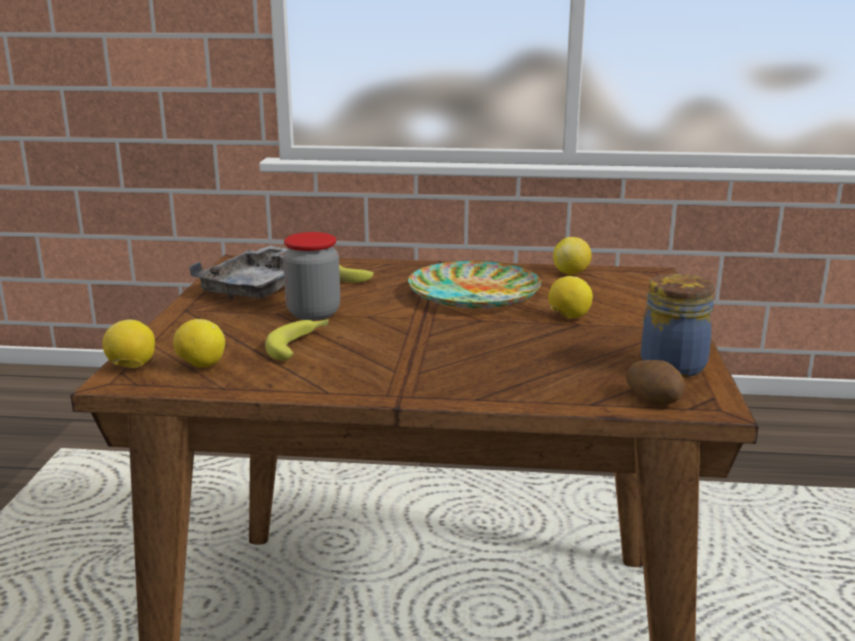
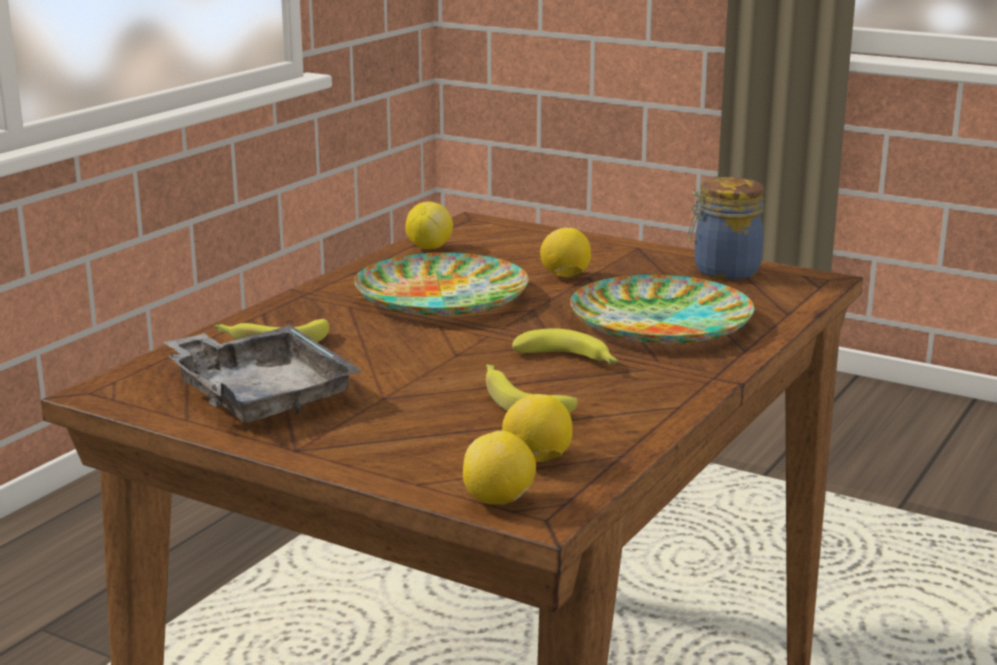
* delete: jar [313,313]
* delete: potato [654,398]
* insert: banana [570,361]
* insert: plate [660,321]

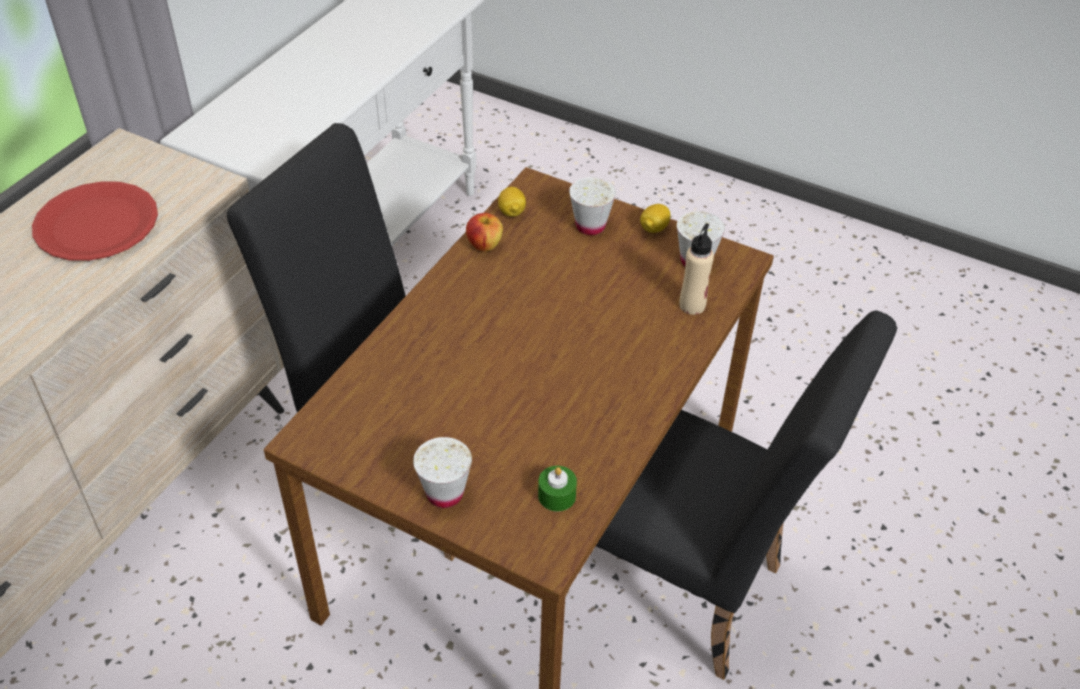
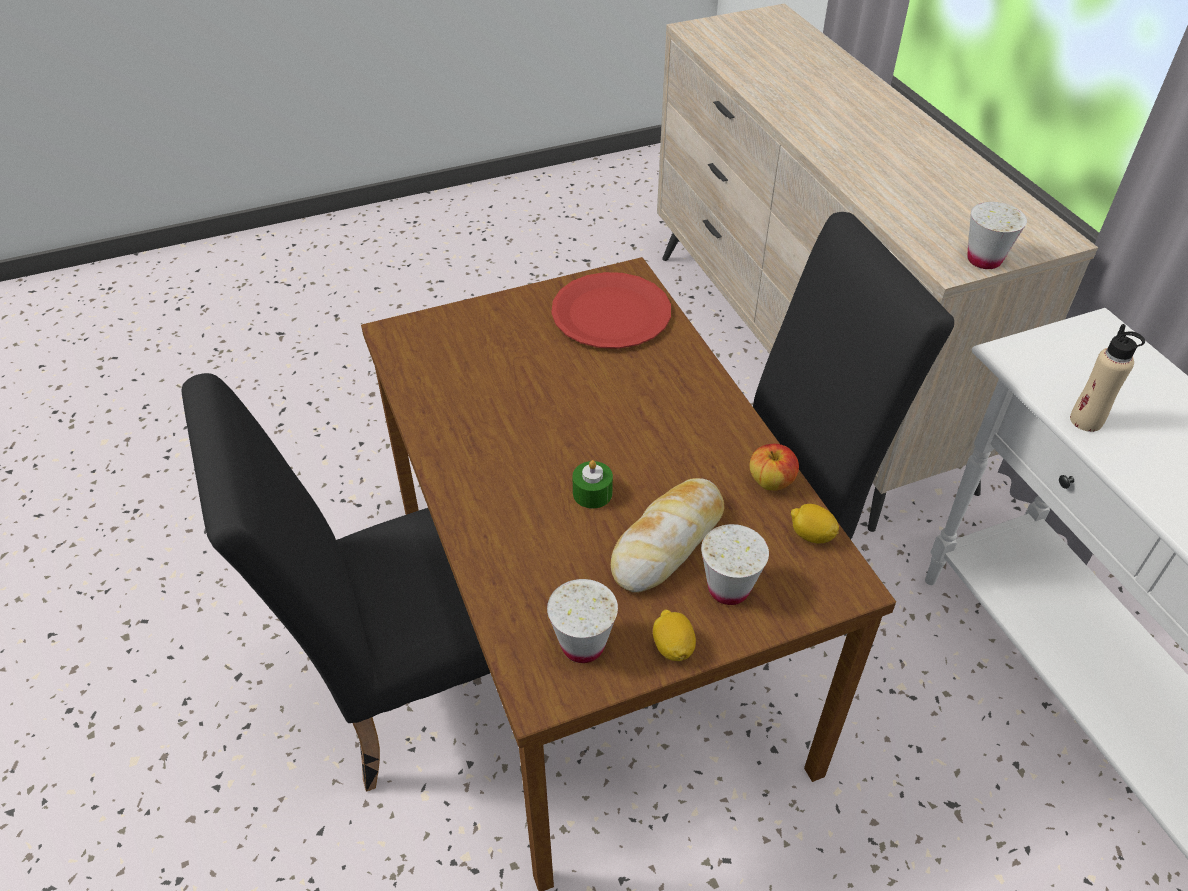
* move: plate (red) [96,224] to [611,313]
* move: cup (white) [445,494] to [984,260]
* move: candle (green) [557,496] to [592,493]
* move: bottle (beige) [692,305] to [1086,420]
* insert: bread [668,542]

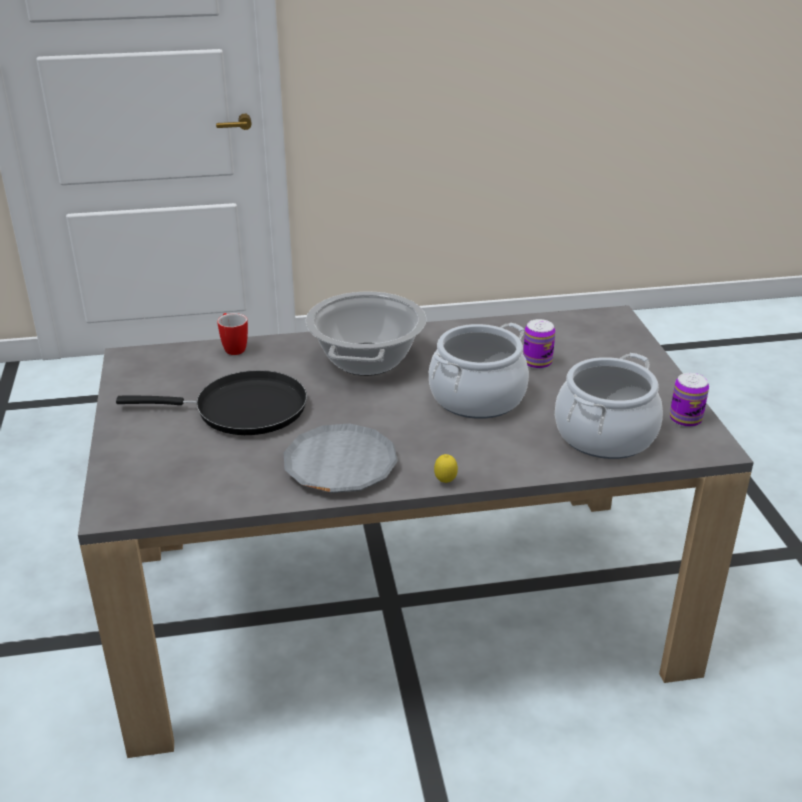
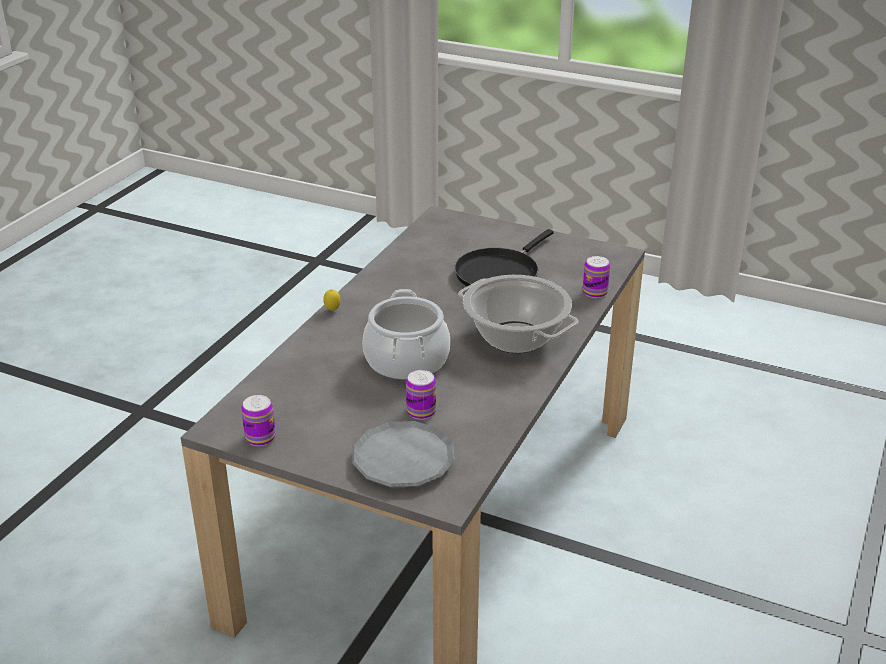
* replace: mug [233,347] to can [595,292]
* move: plate (grey) [340,465] to [403,460]
* delete: cooking pot [604,435]

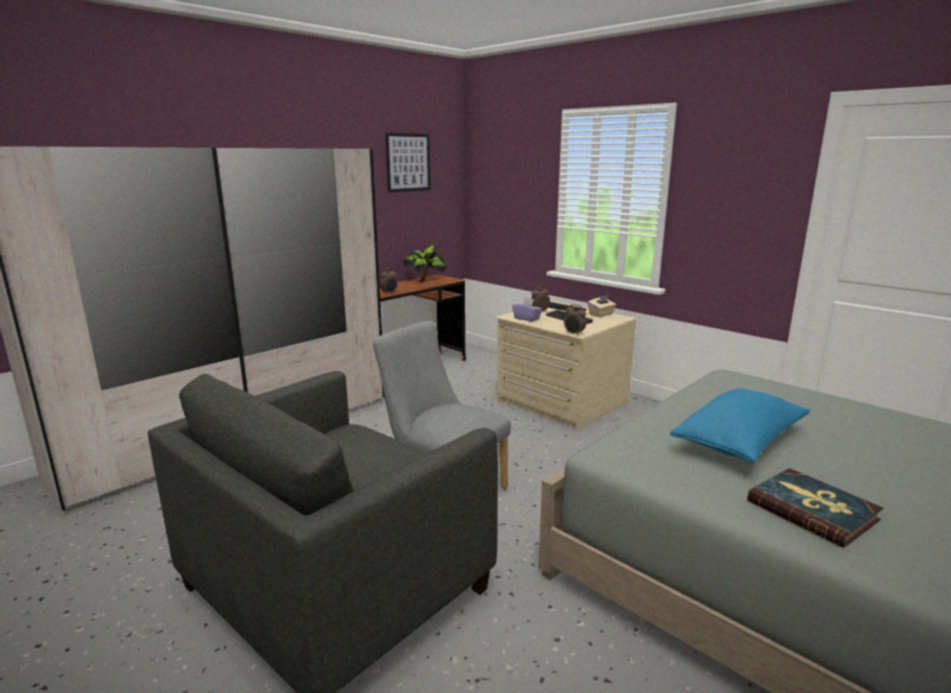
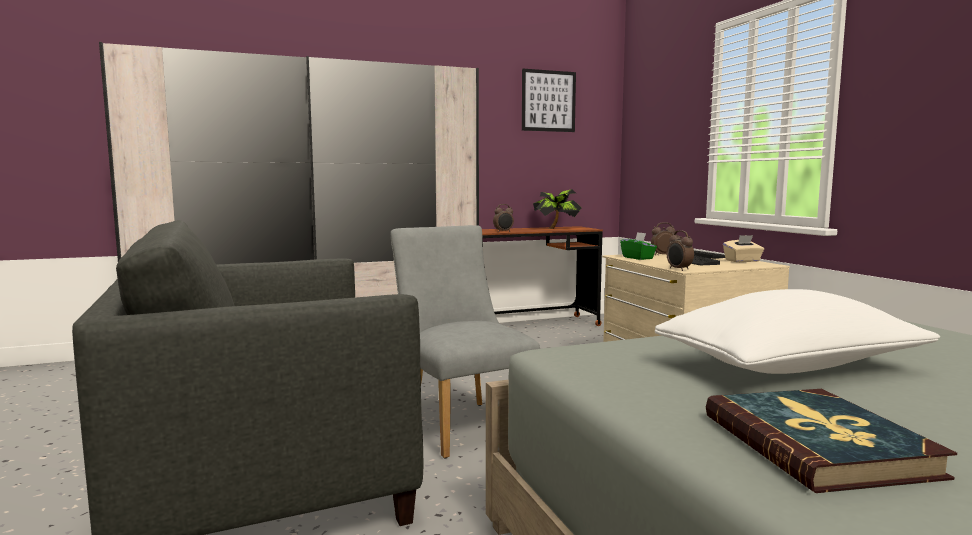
* recolor: tissue box (purple) [527,318] to tissue box (green) [638,258]
* recolor: pillow (blue) [739,442] to pillow (white) [790,368]

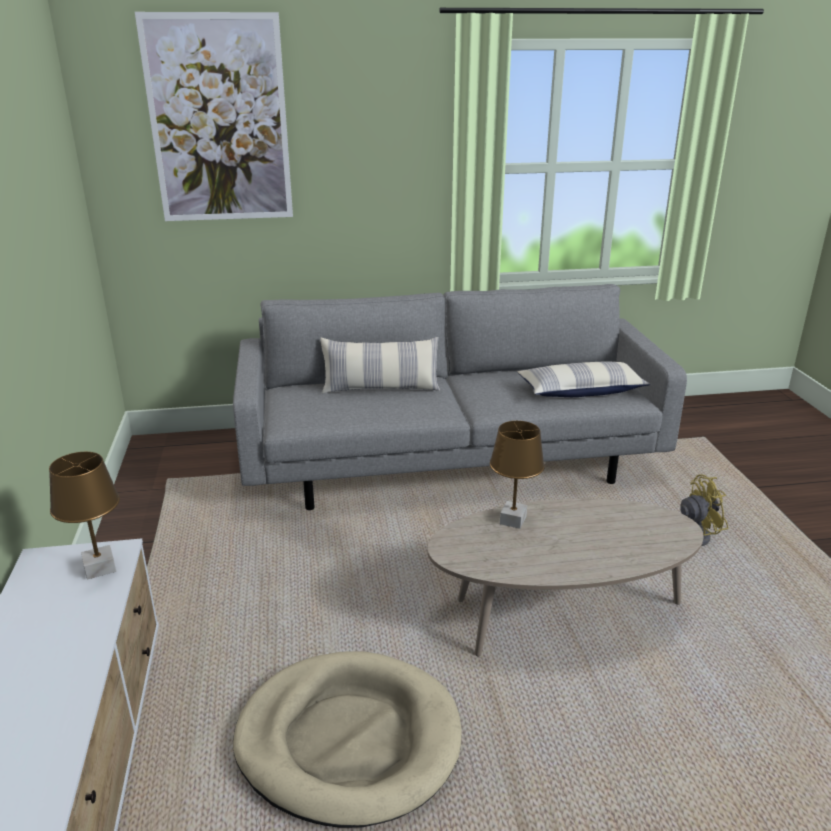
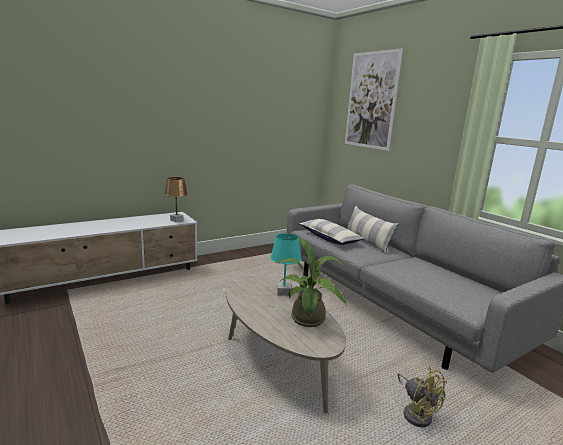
* delete: dog bed (beige) [349,740]
* recolor: table lamp (brown) [512,520] to table lamp (turquoise) [284,292]
* move: pillow [581,391] to [329,238]
* insert: potted plant [308,322]

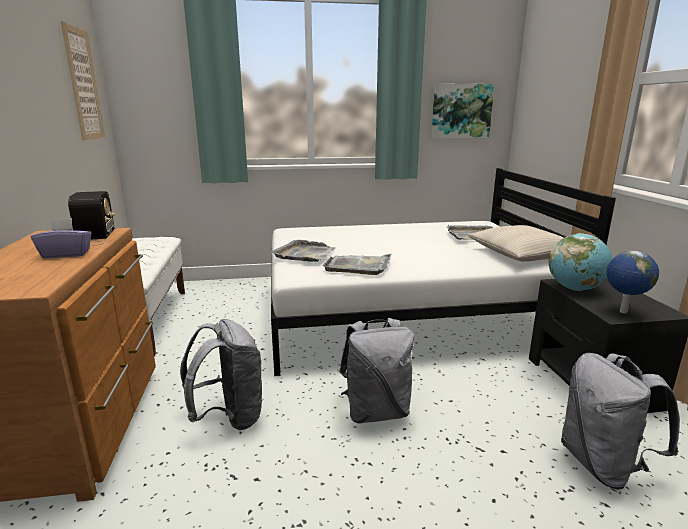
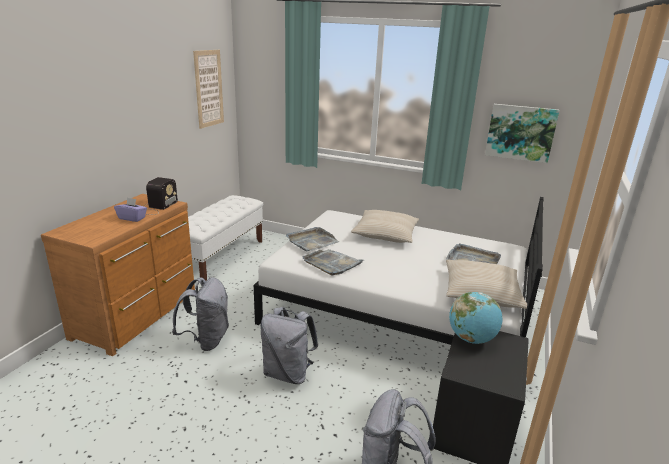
* delete: globe [622,312]
* insert: pillow (beige) [385,233]

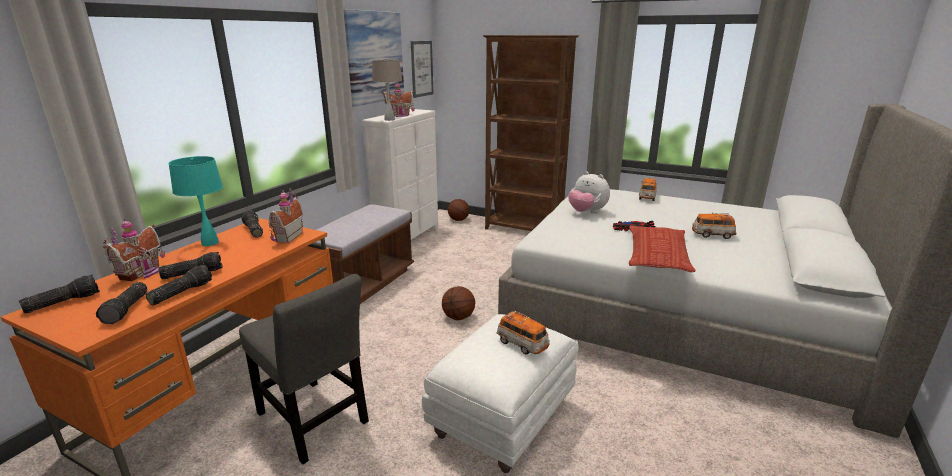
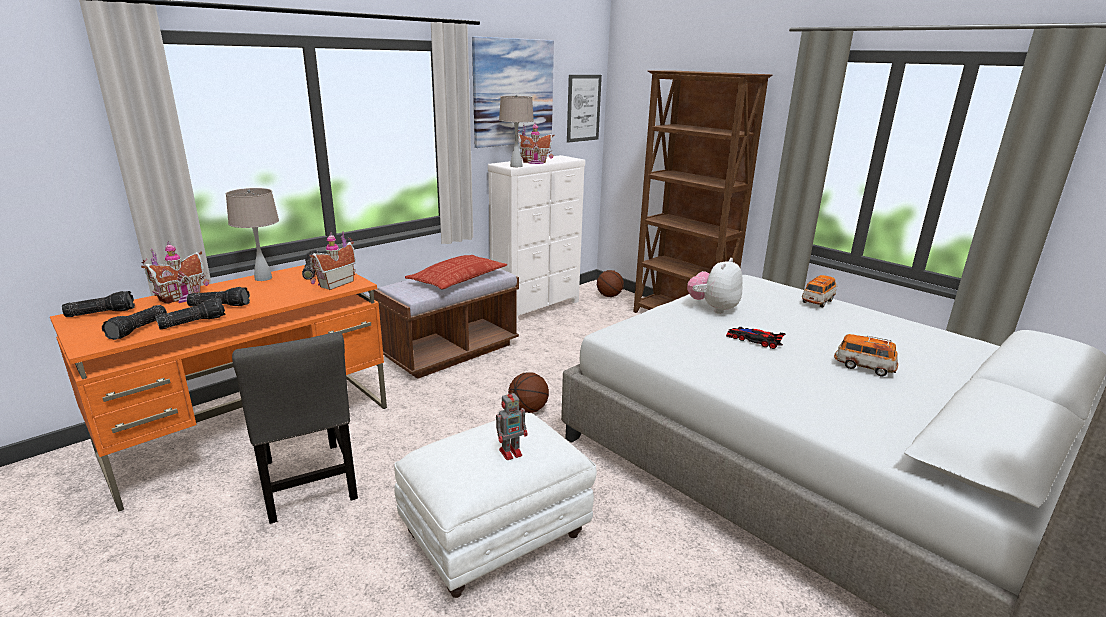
* recolor: table lamp (turquoise) [209,243] to table lamp (beige) [263,278]
* replace: toy car [522,344] to toy robot [511,452]
* rotate: plush toy [586,212] = [713,308] 60 degrees clockwise
* move: pillow [657,255] to [458,278]

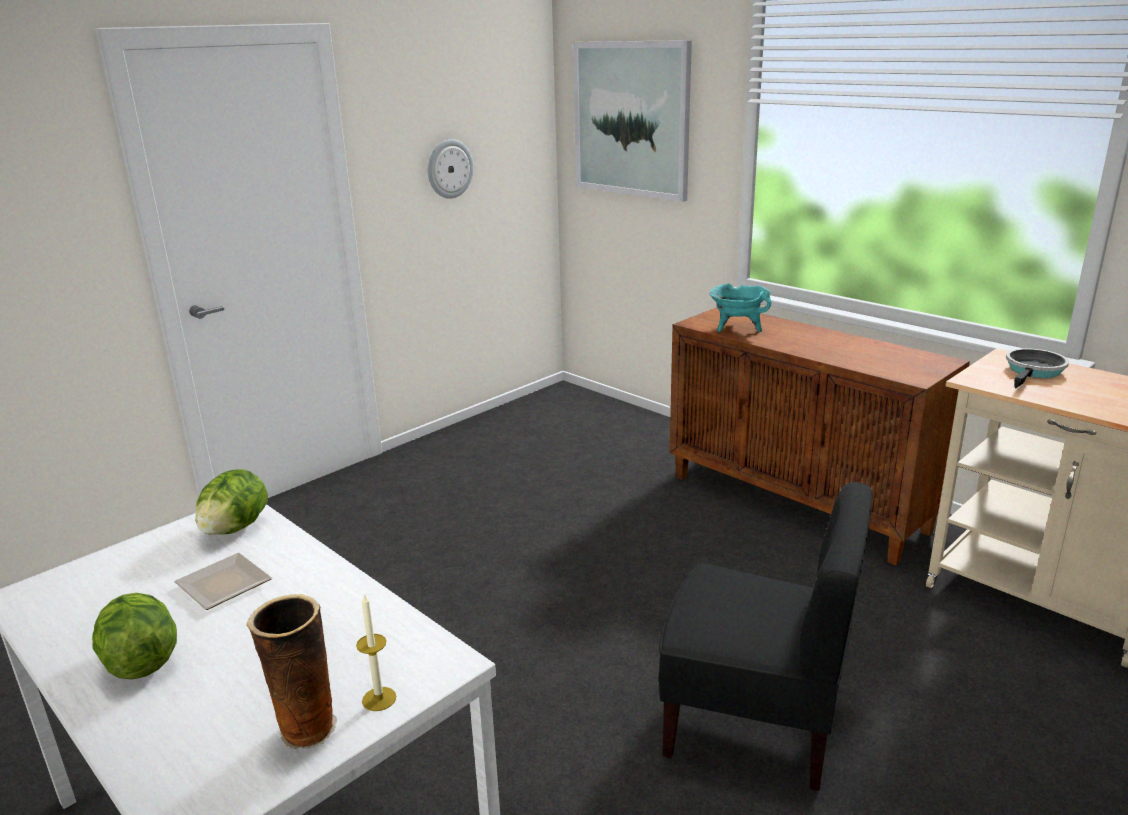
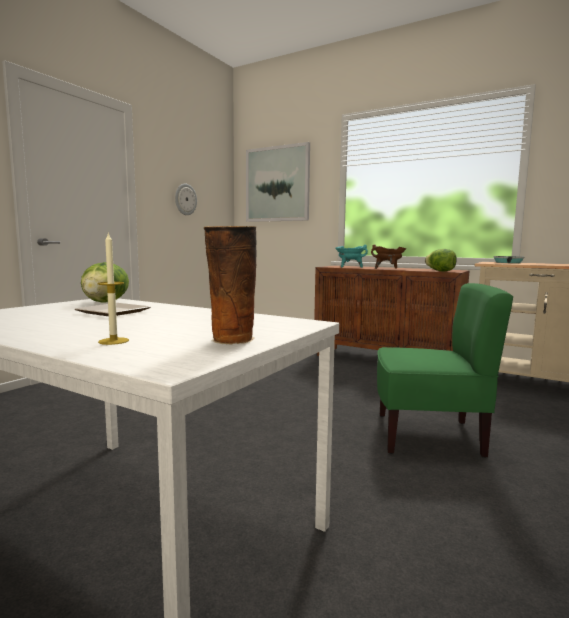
* move: lettuce [141,662] to [440,271]
* move: candle [379,699] to [113,341]
* recolor: chair (black) [753,724] to chair (green) [428,436]
* insert: cooking pot (brown) [388,269]

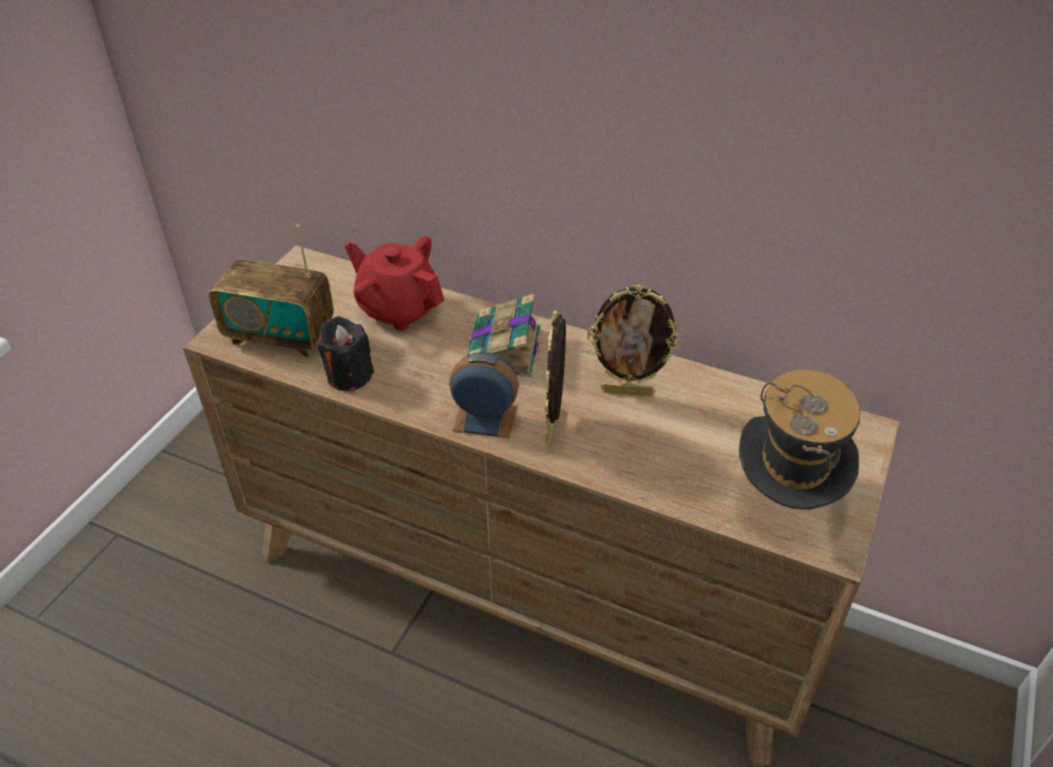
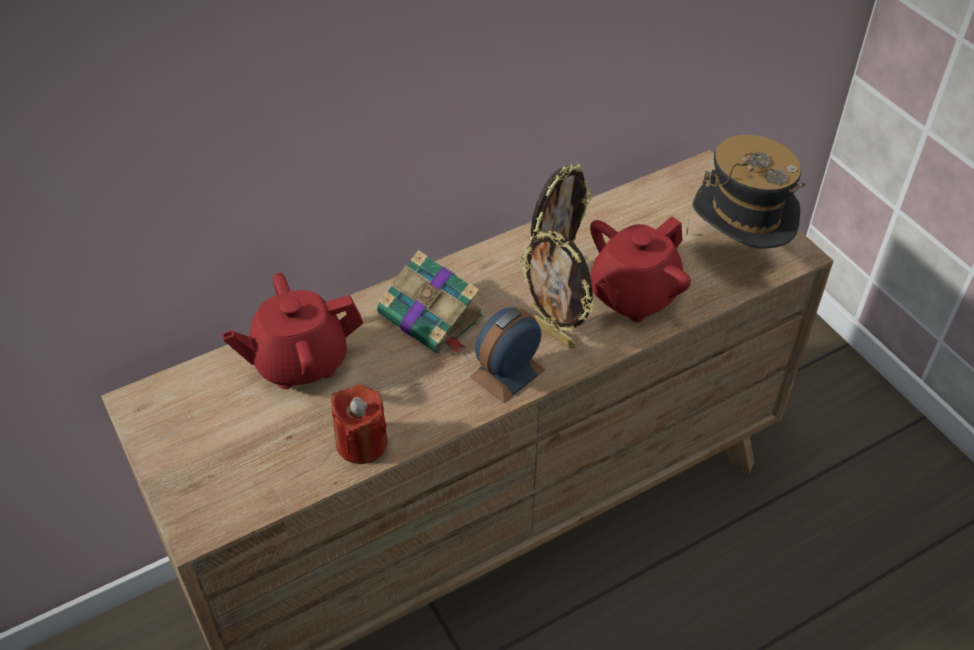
* delete: radio [280,335]
* recolor: candle (black) [349,375] to candle (red) [361,443]
* insert: teapot (red) [632,295]

